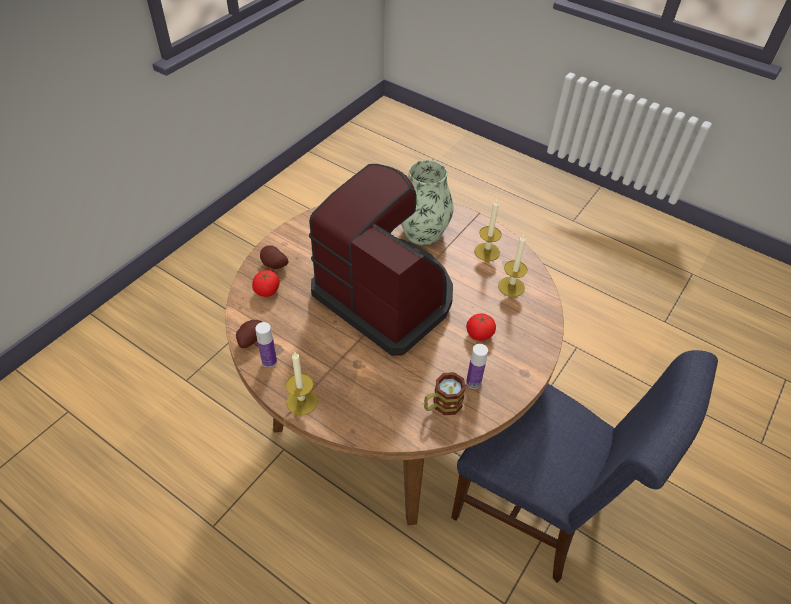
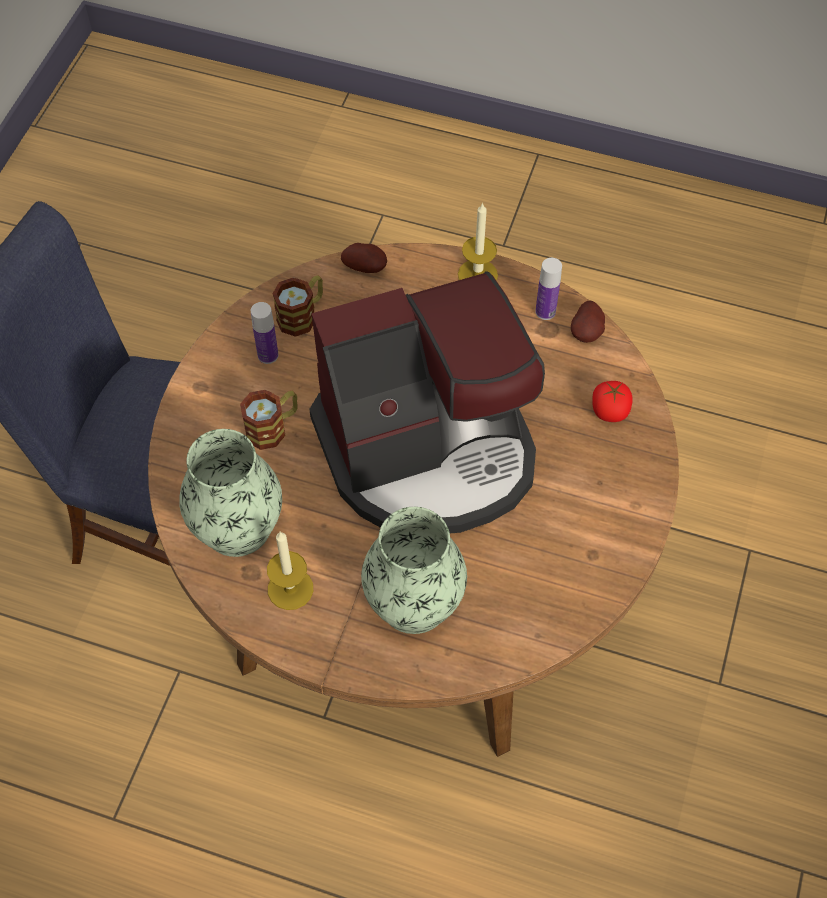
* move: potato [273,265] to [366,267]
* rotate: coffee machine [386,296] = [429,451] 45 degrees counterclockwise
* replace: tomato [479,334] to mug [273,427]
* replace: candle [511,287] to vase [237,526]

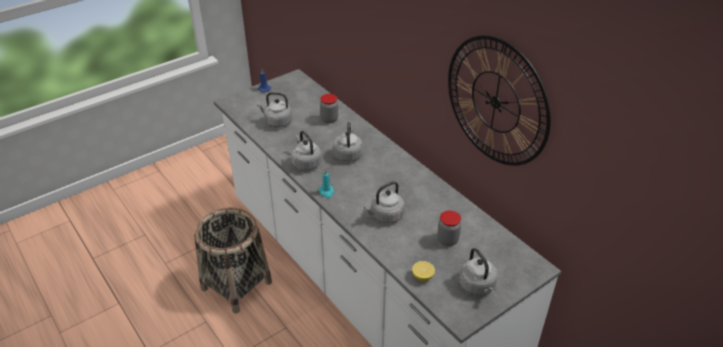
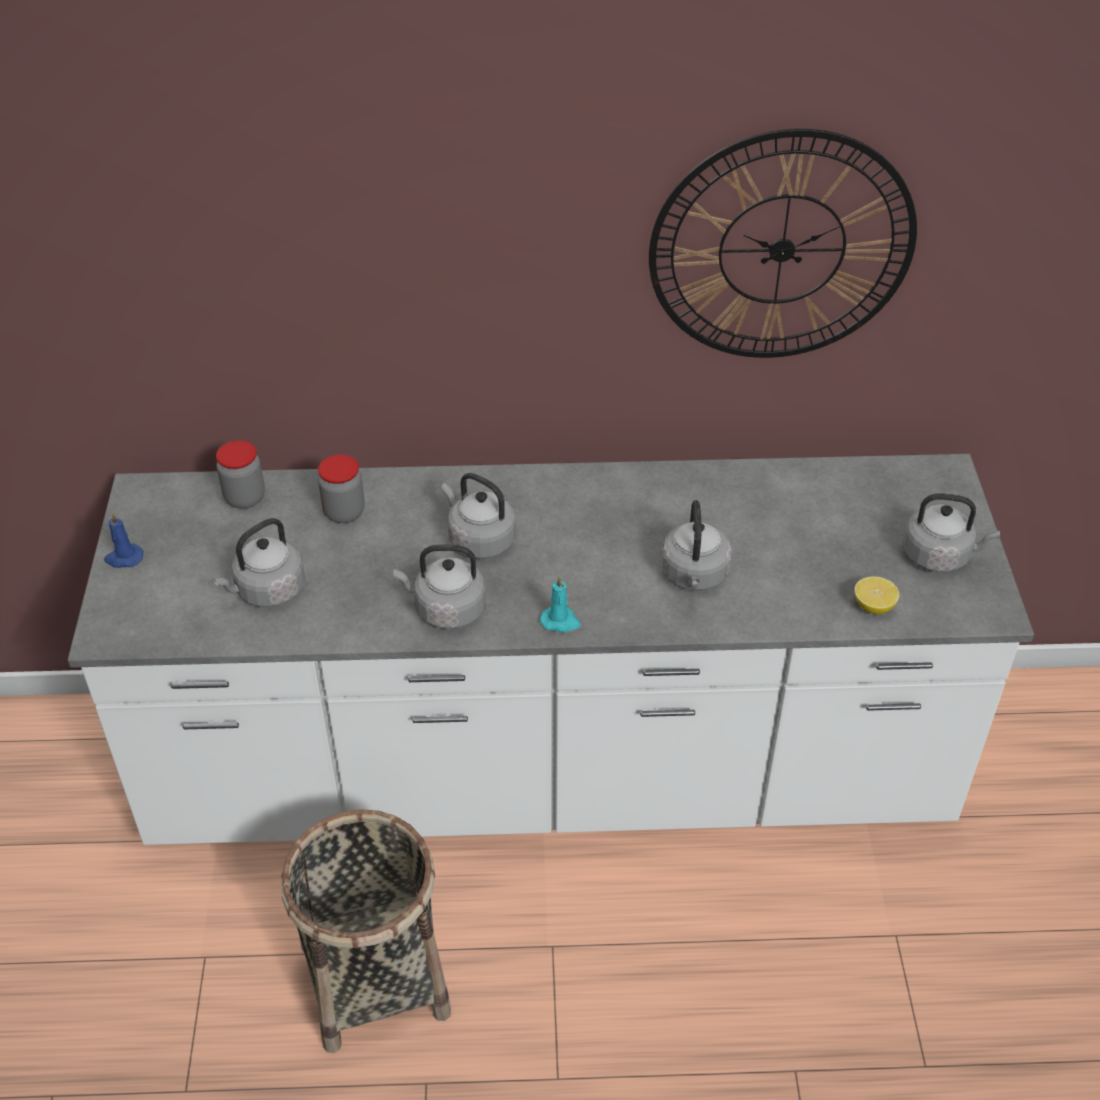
* move: jar [447,240] to [245,498]

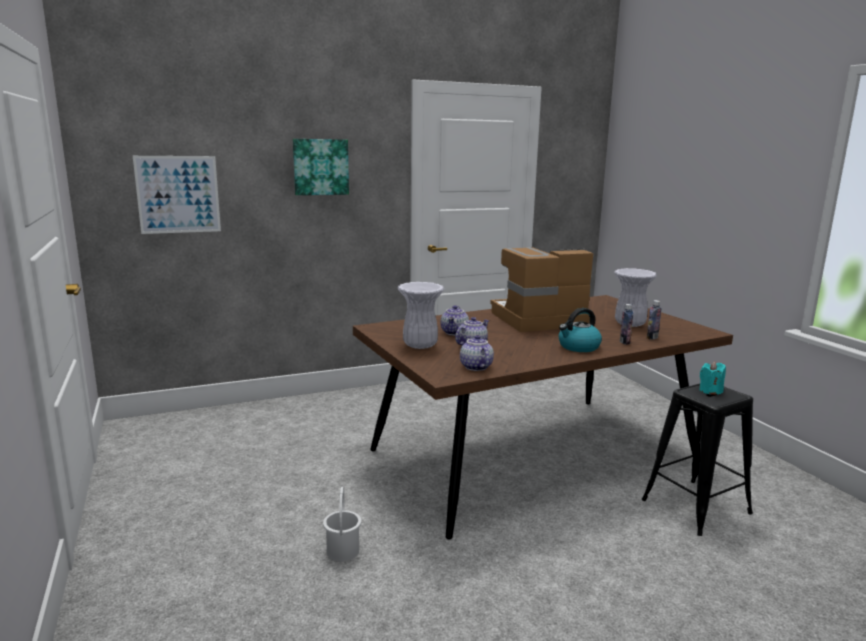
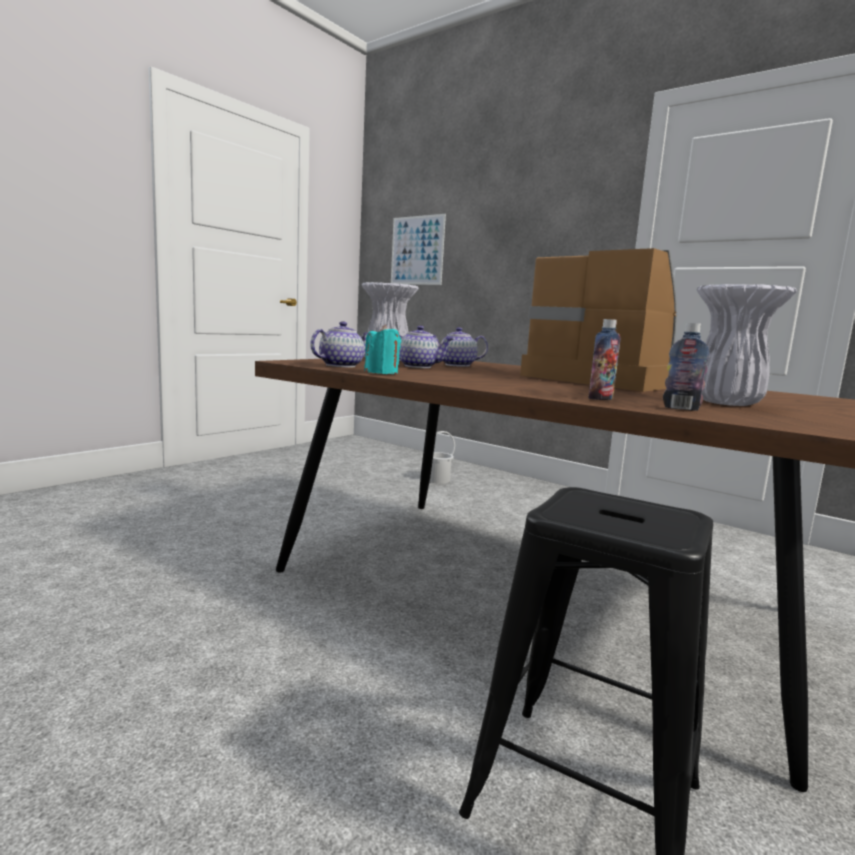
* delete: picture [320,167]
* move: bucket (white) [342,551] to [437,480]
* delete: kettle [578,347]
* move: candle (turquoise) [710,391] to [381,373]

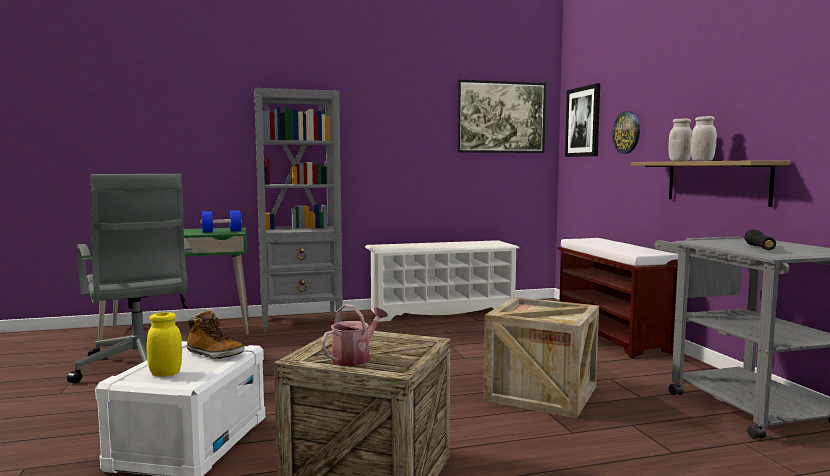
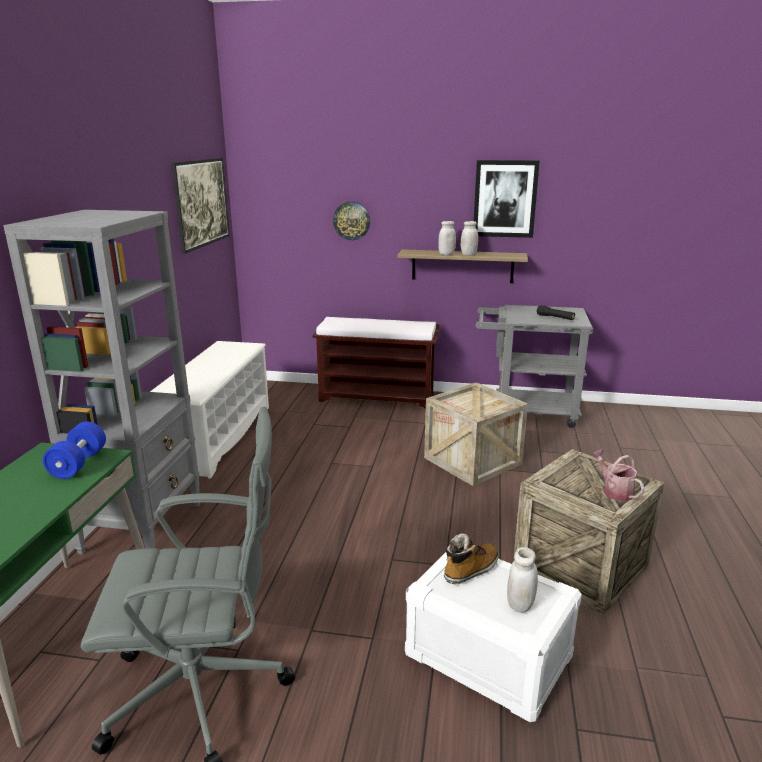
* recolor: jar (yellow) [165,374] to jar (white) [520,605]
* move: picture [583,122] to [505,199]

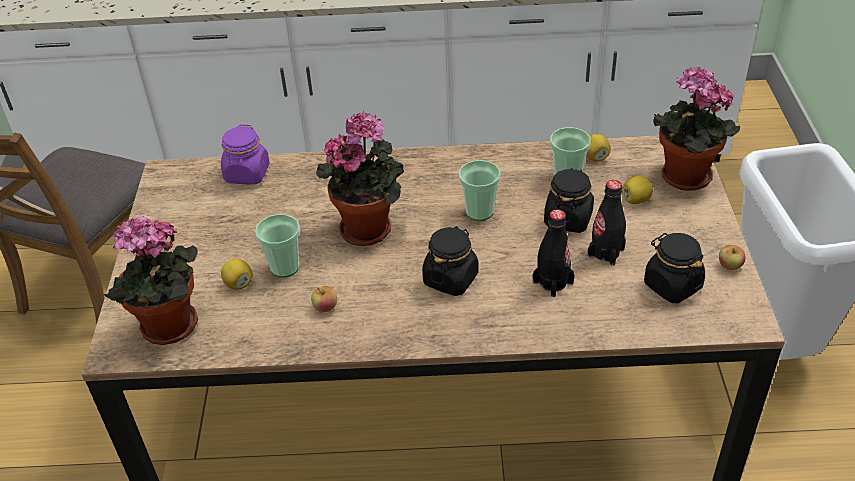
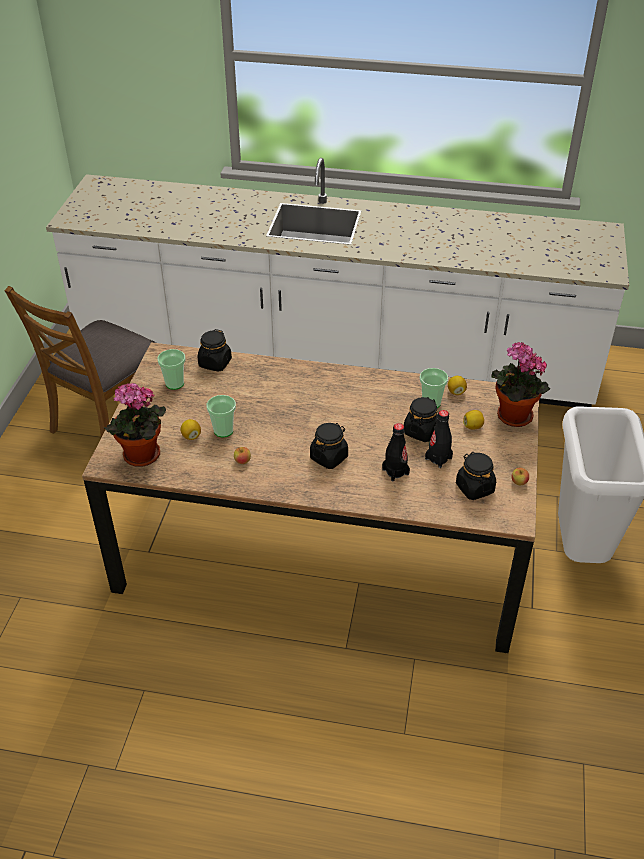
* recolor: jar (purple) [247,174] to jar (black) [215,363]
* delete: potted plant [369,227]
* move: cup [479,212] to [174,383]

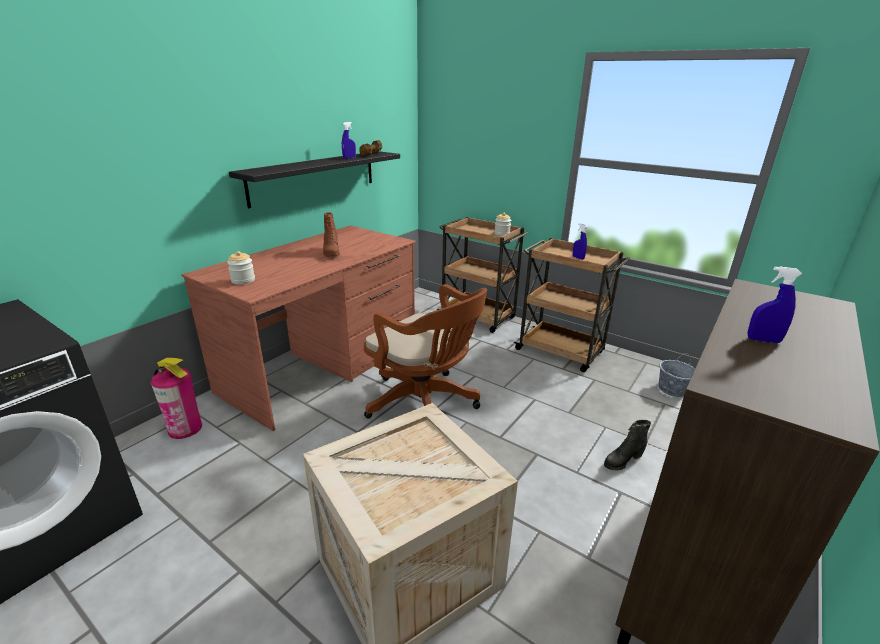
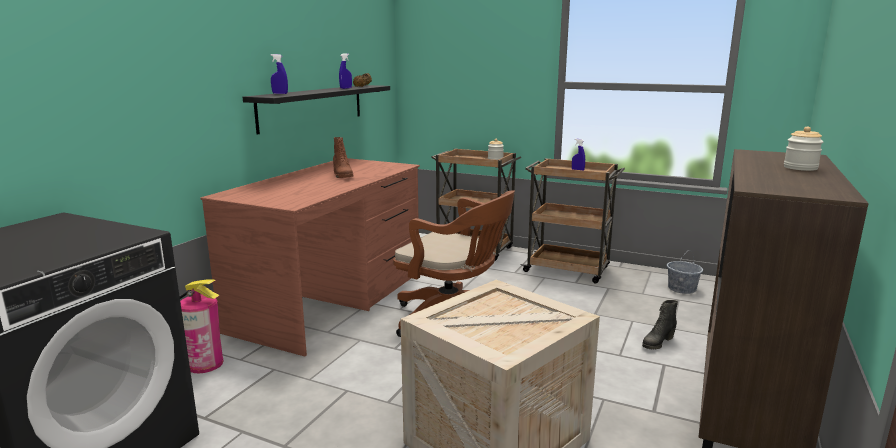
* move: jar [243,280] to [800,168]
* move: spray bottle (blue) [763,340] to [280,94]

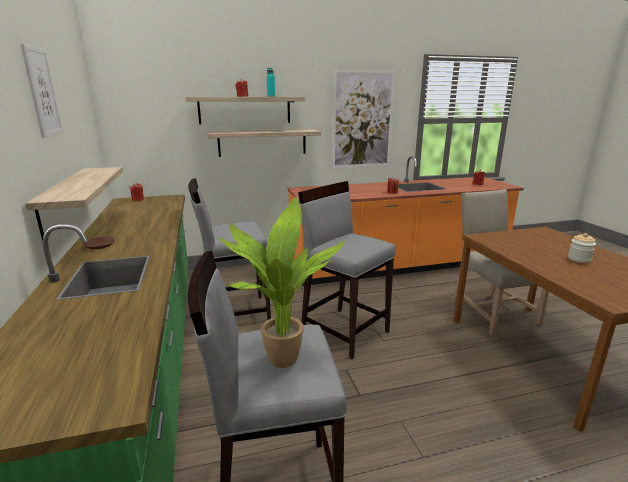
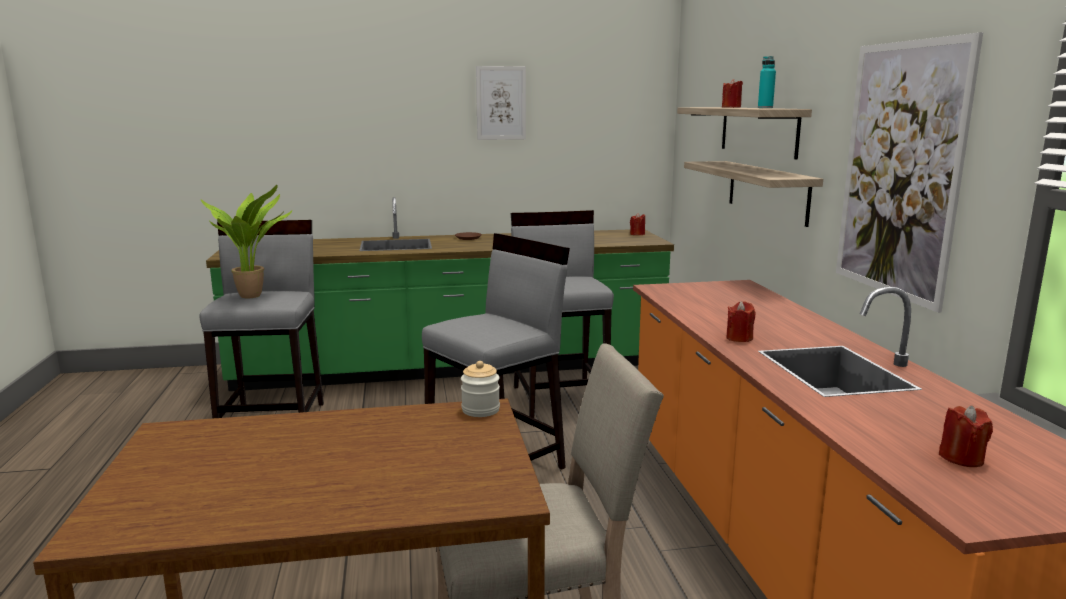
* delete: shelf [63,201]
* move: jar [579,259] to [480,410]

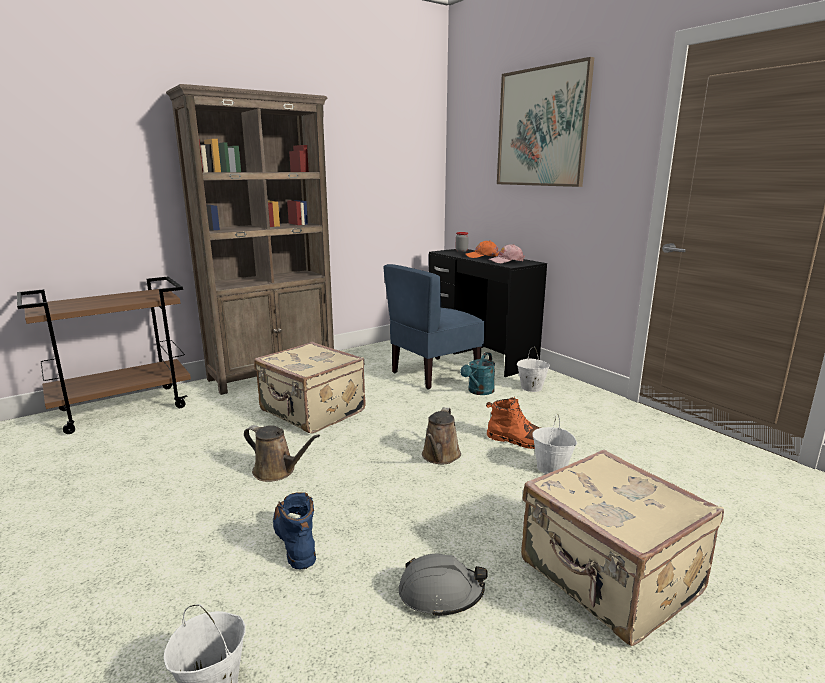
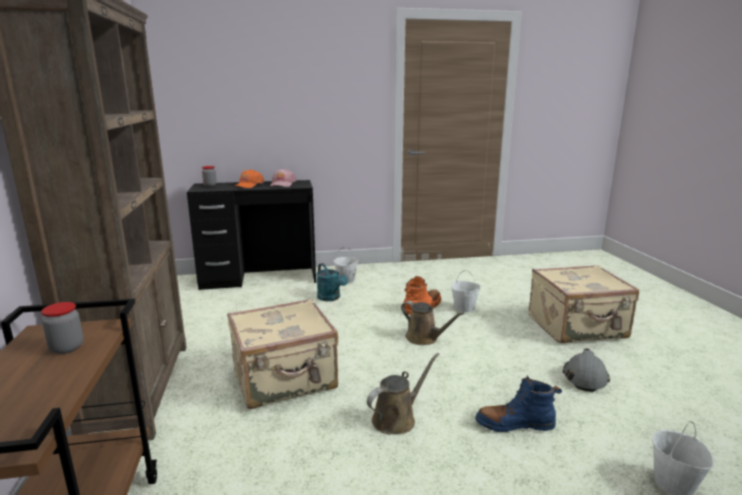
* delete: chair (blue) [434,373]
* delete: picture [542,127]
* insert: jar [67,348]

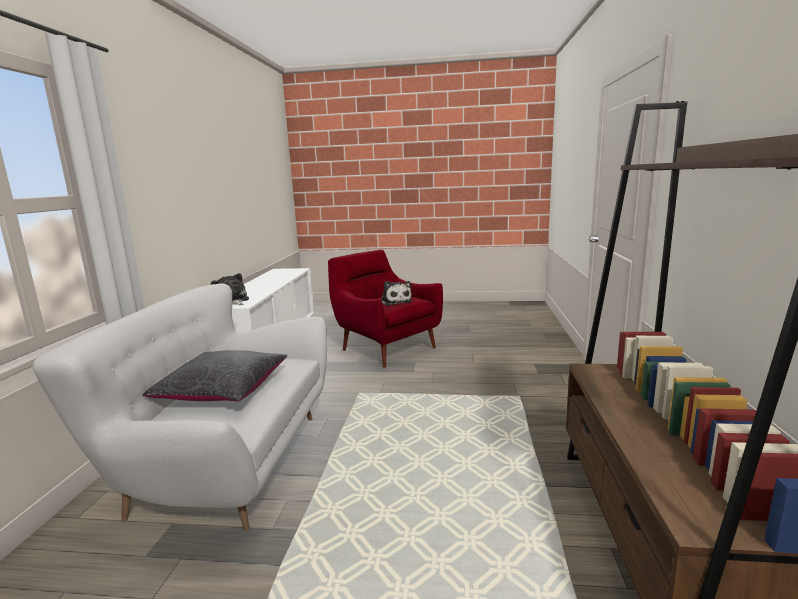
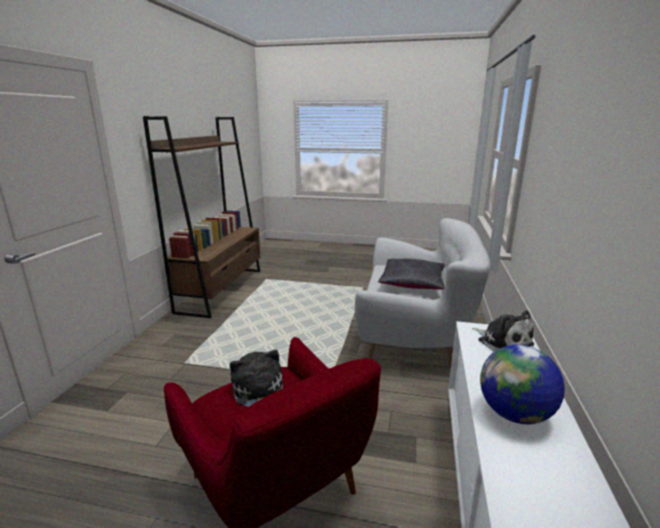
* insert: globe [514,414]

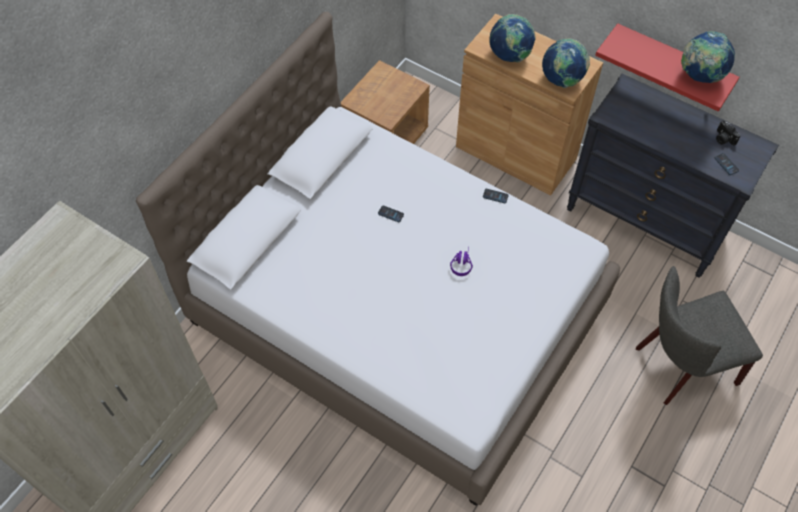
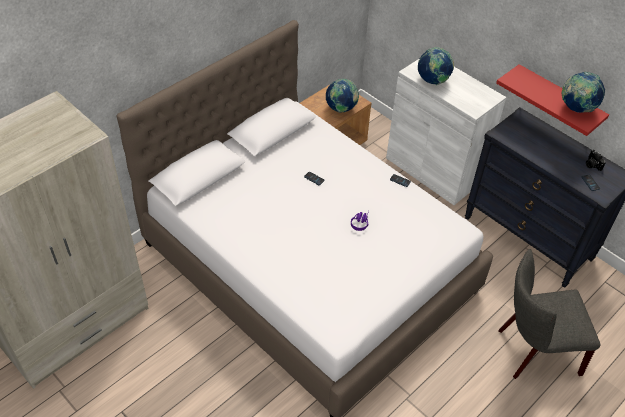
* recolor: cabinet (brown) [516,152] to cabinet (white) [433,170]
* move: globe [562,80] to [341,109]

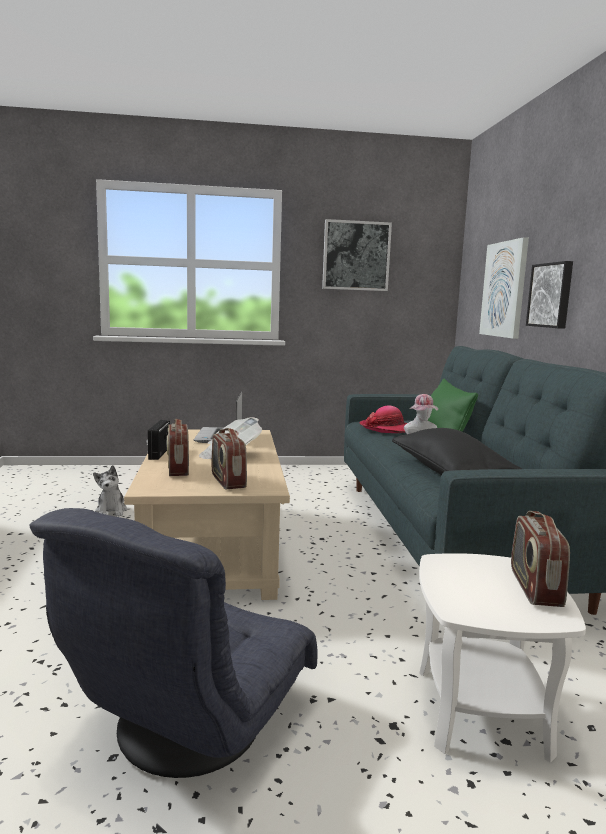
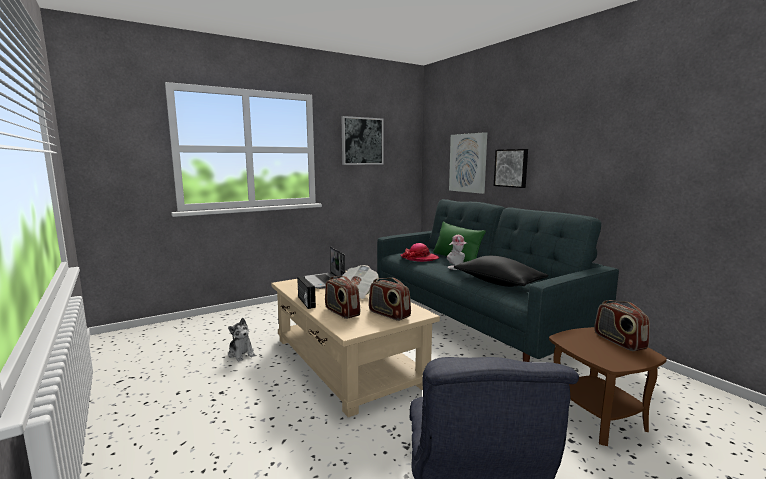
* recolor: side table (white) [481,711] to side table (brown) [597,417]

